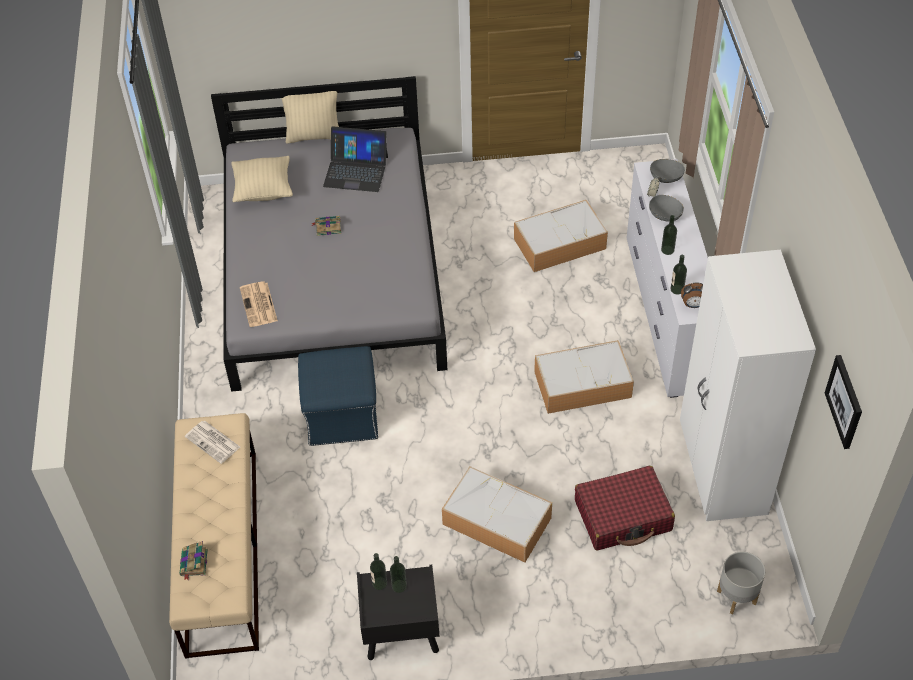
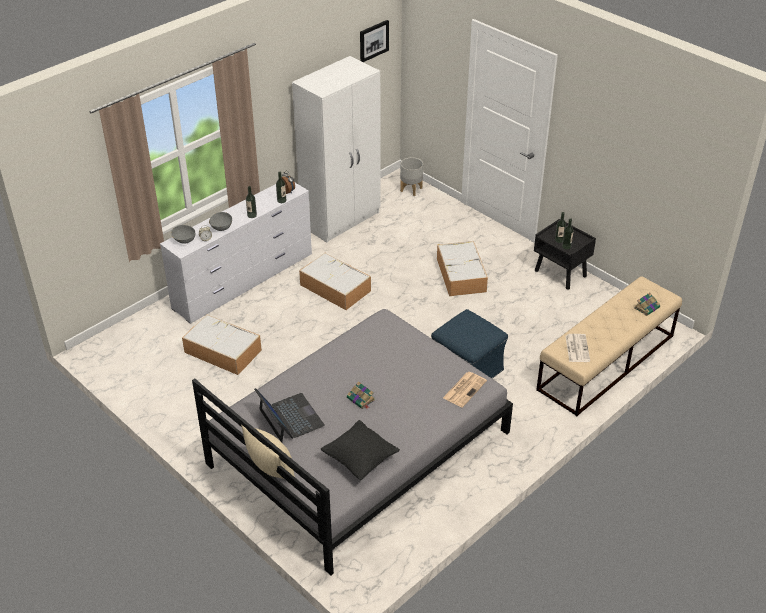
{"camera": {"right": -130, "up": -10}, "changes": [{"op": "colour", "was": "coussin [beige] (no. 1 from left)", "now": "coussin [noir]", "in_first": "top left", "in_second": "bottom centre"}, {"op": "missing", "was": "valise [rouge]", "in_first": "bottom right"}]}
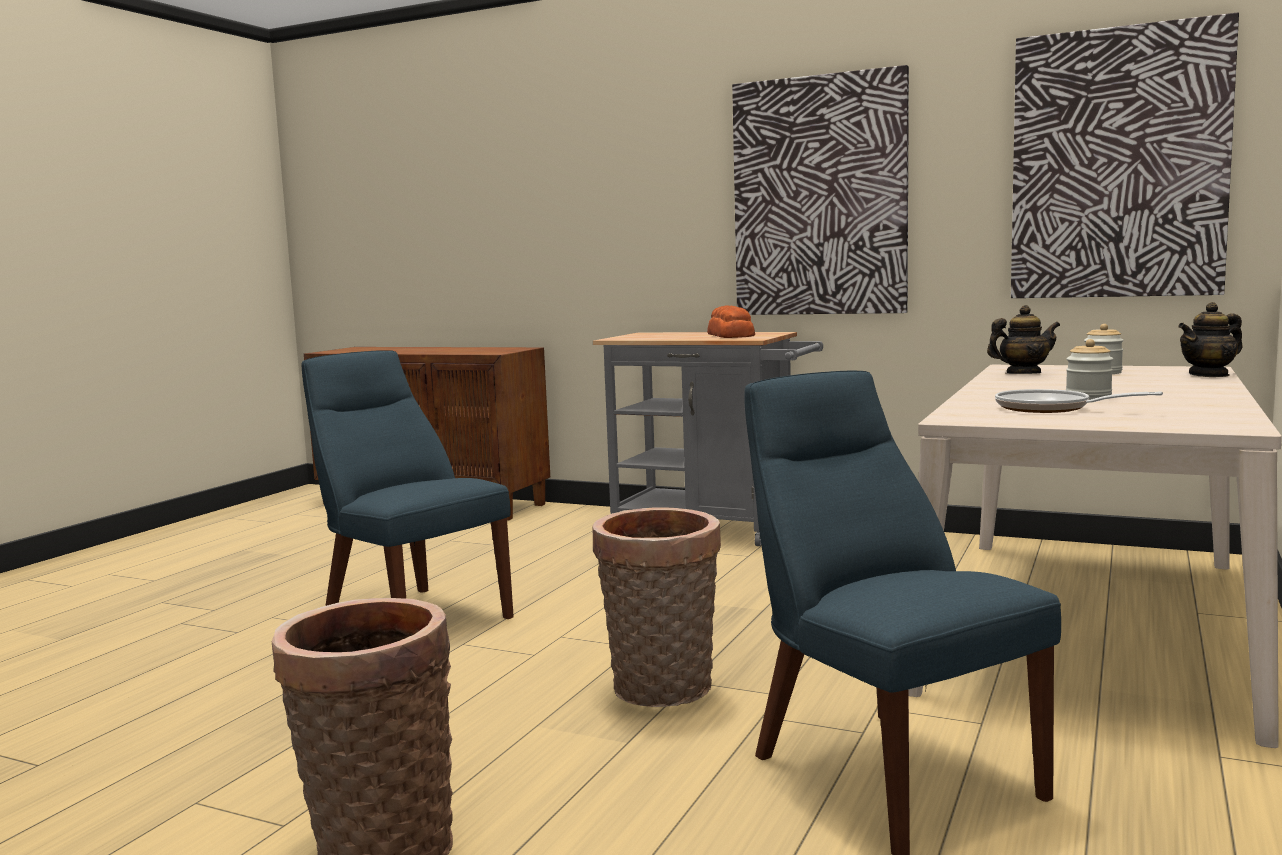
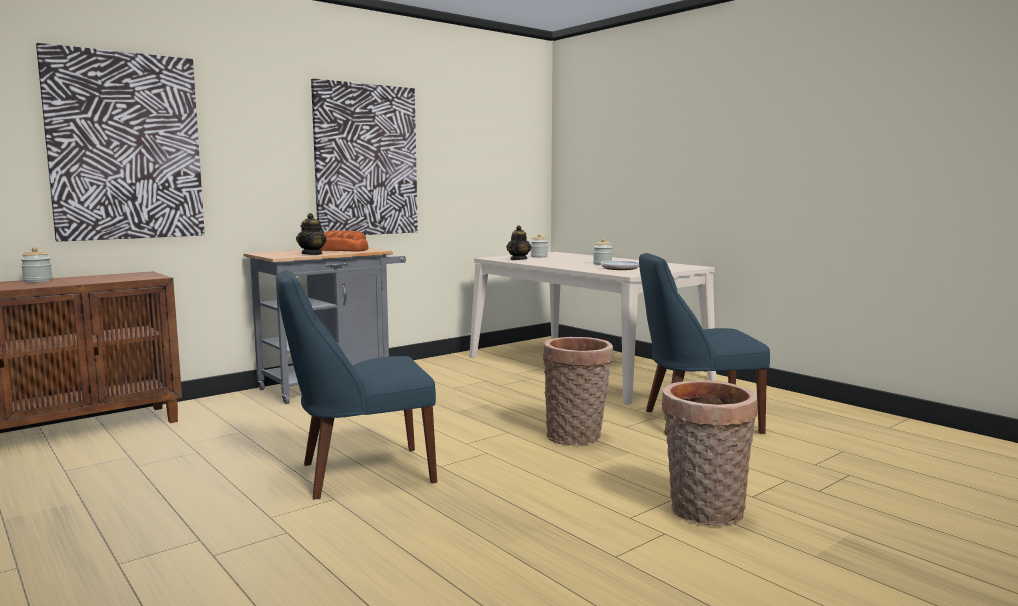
{"camera": {"right": -65, "up": 0}, "changes": [{"op": "appeared", "now": "bocal (no. 1 from left)", "in_second": "middle left"}, {"op": "relocated", "was": "tableau (no. 2 from left in the first image)", "now": "tableau (no. 1 from left)", "in_first": "top right", "in_second": "top left"}, {"op": "relocated", "was": "théière (no. 2 from left in the first image)", "now": "théière (no. 1 from left)", "in_first": "middle right", "in_second": "middle left"}]}
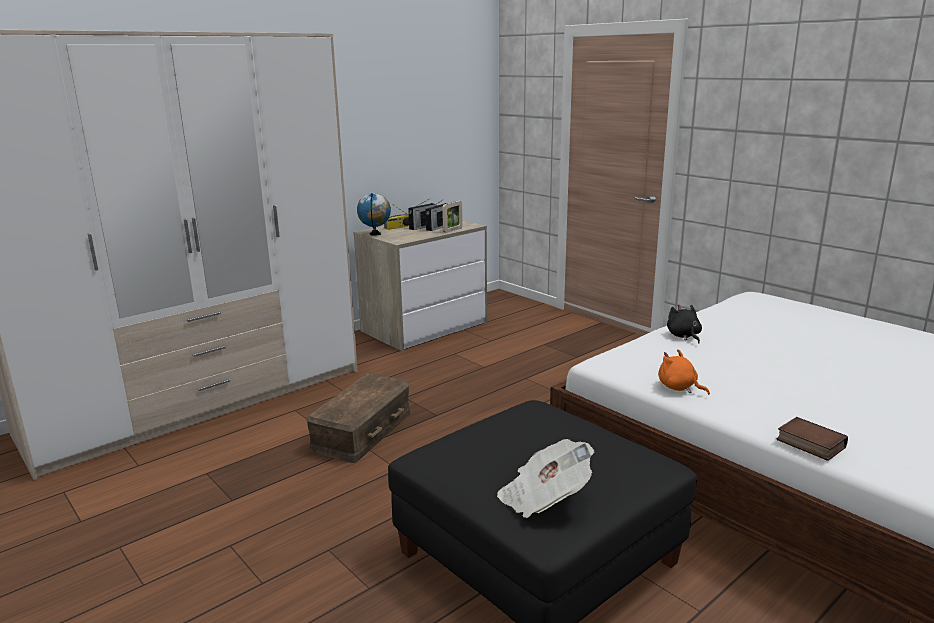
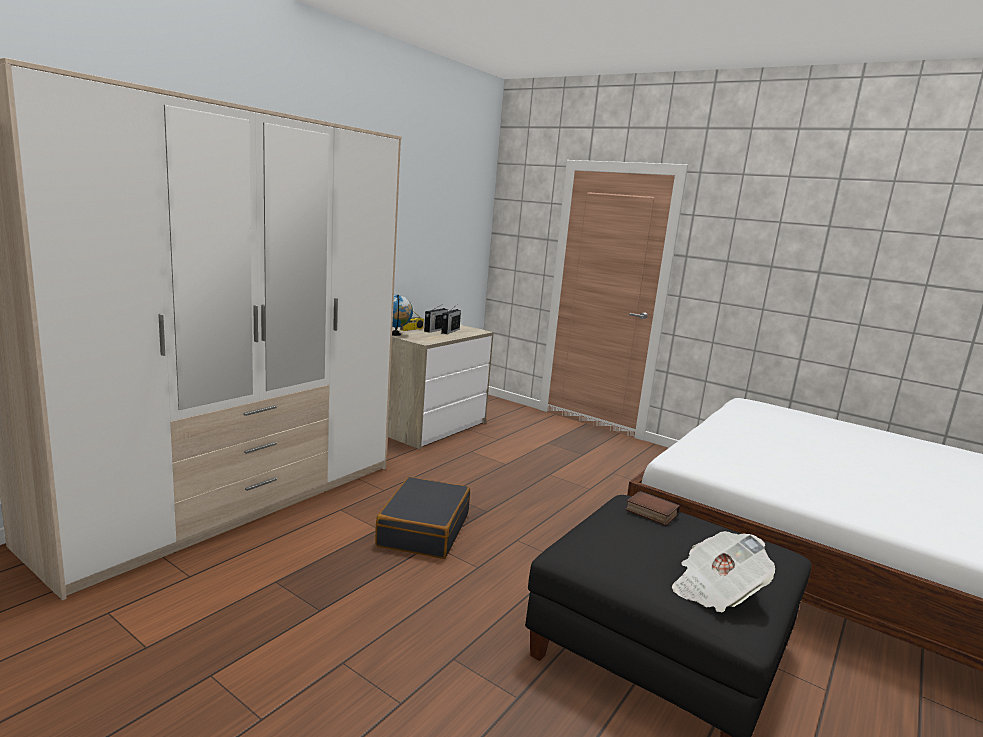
{"camera": {"right": -15, "up": -5}, "changes": [{"op": "exchanged", "was": "boîte de rangement [marron]", "now": "valise [noir]", "in_first": "bottom centre", "in_second": "bottom centre"}, {"op": "relocated", "was": "livre", "in_first": "bottom right", "in_second": "bottom centre"}, {"op": "missing", "was": "cadre photo", "in_first": "centre"}, {"op": "missing", "was": "peluche [orange]", "in_first": "middle right"}, {"op": "missing", "was": "peluche [noir]", "in_first": "middle right"}]}
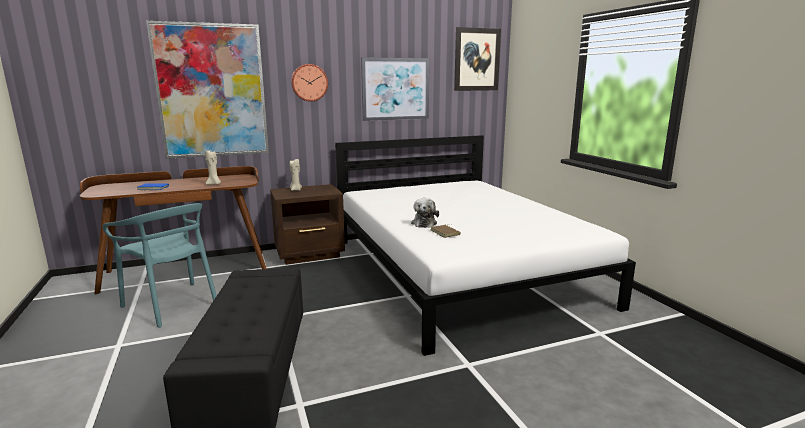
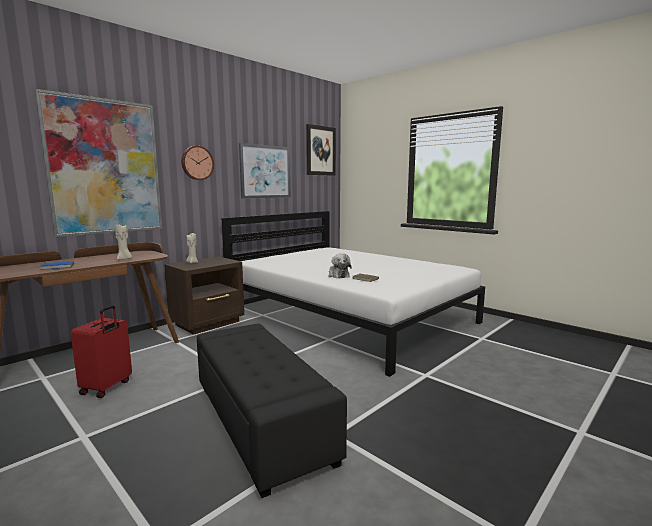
{"camera": {"right": -25, "up": -5}, "changes": [{"op": "exchanged", "was": "chaise [turquoise]", "now": "valise [rouge]", "in_first": "middle left", "in_second": "bottom left"}]}
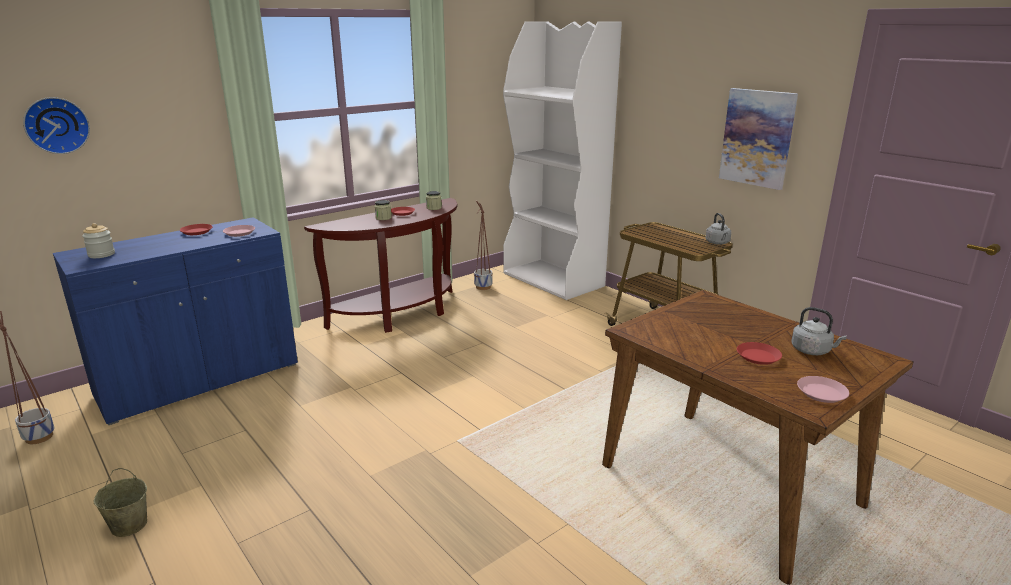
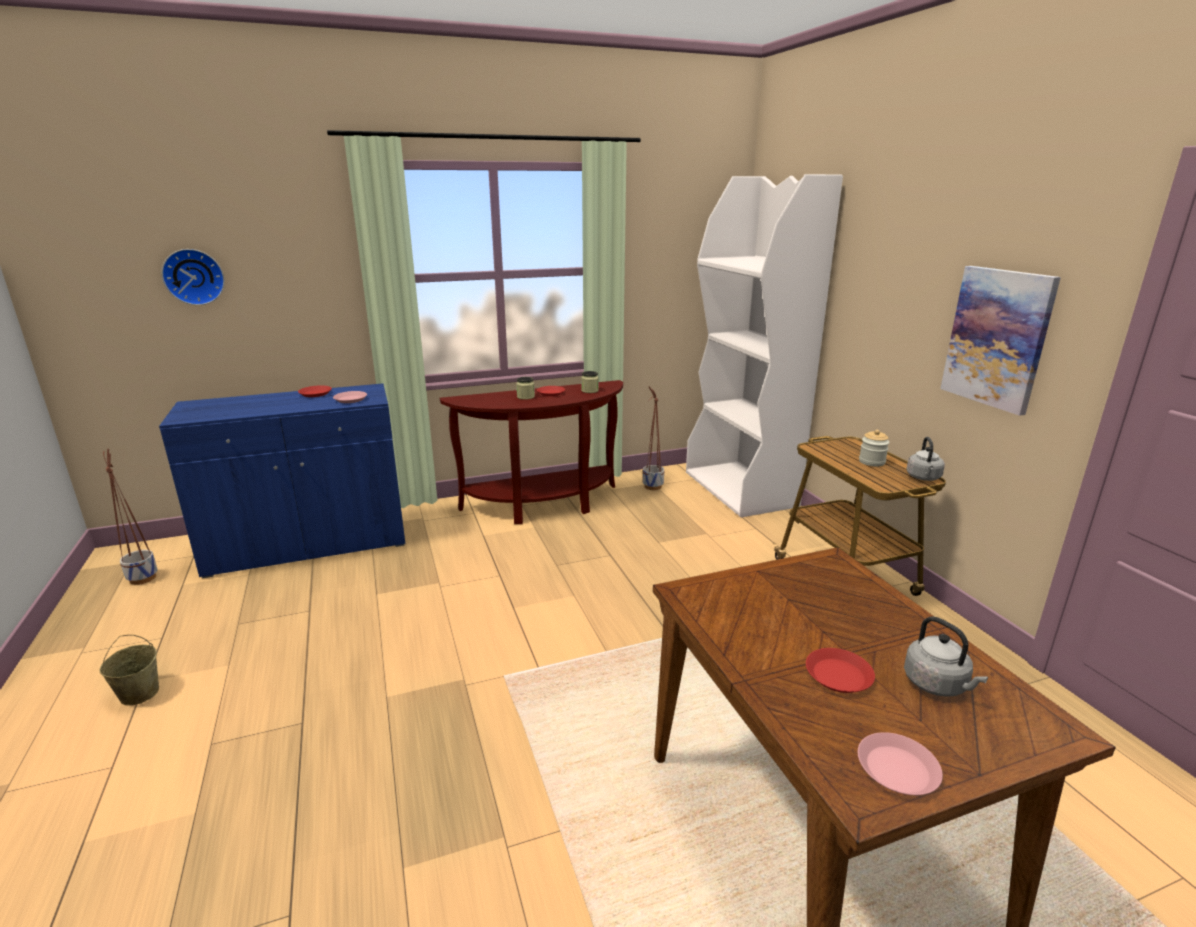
{"camera": {"right": 20, "up": 0}, "changes": [{"op": "relocated", "was": "bocal (no. 1 from left in the first image)", "now": "bocal (no. 3 from left)", "in_first": "middle left", "in_second": "middle right"}]}
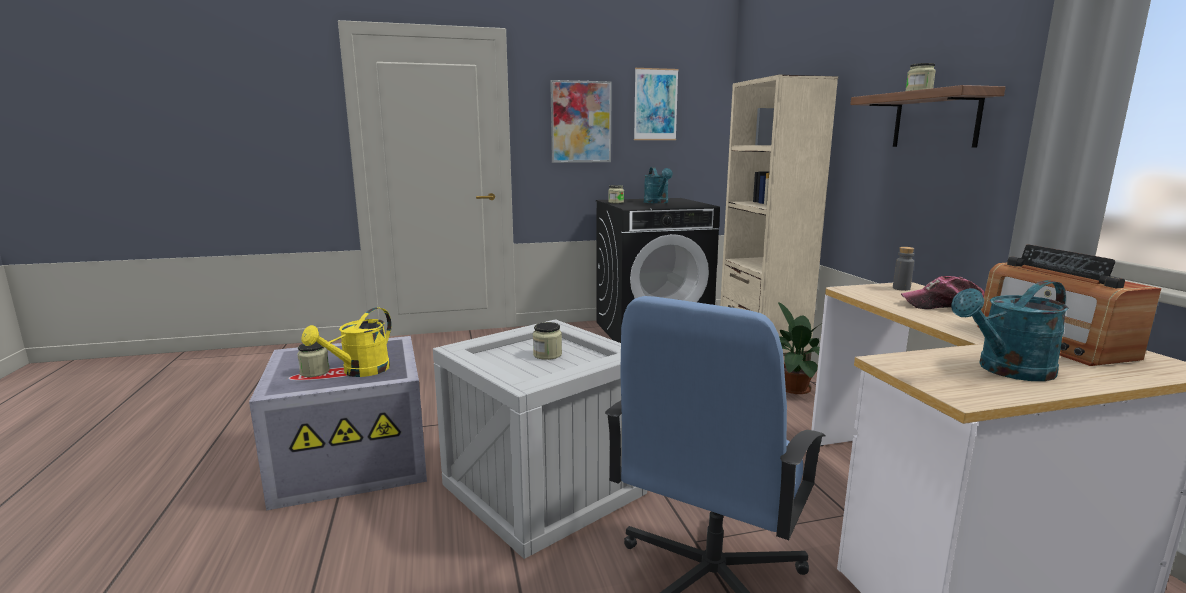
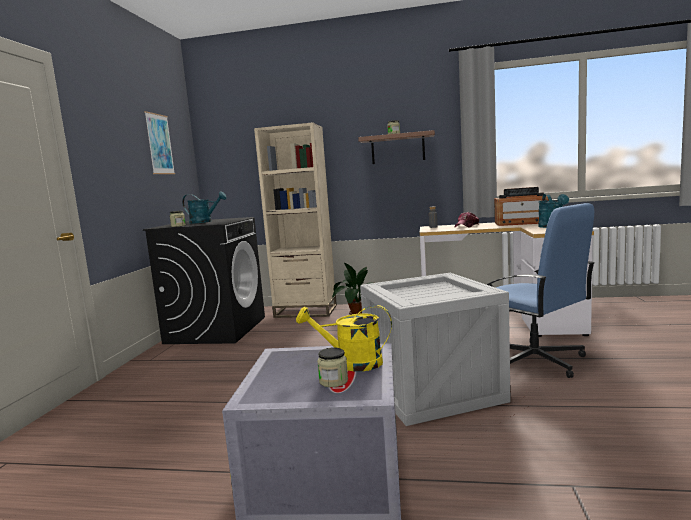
{"camera": {"right": -65, "up": -5}, "changes": [{"op": "spun", "was": "arrosoir [jaune]", "in_first": "middle left", "in_second": "centre", "clockwise": 135}, {"op": "missing", "was": "bocal (no. 2 from left)", "in_first": "centre"}, {"op": "missing", "was": "tableau (no. 1 from left)", "in_first": "top centre"}]}
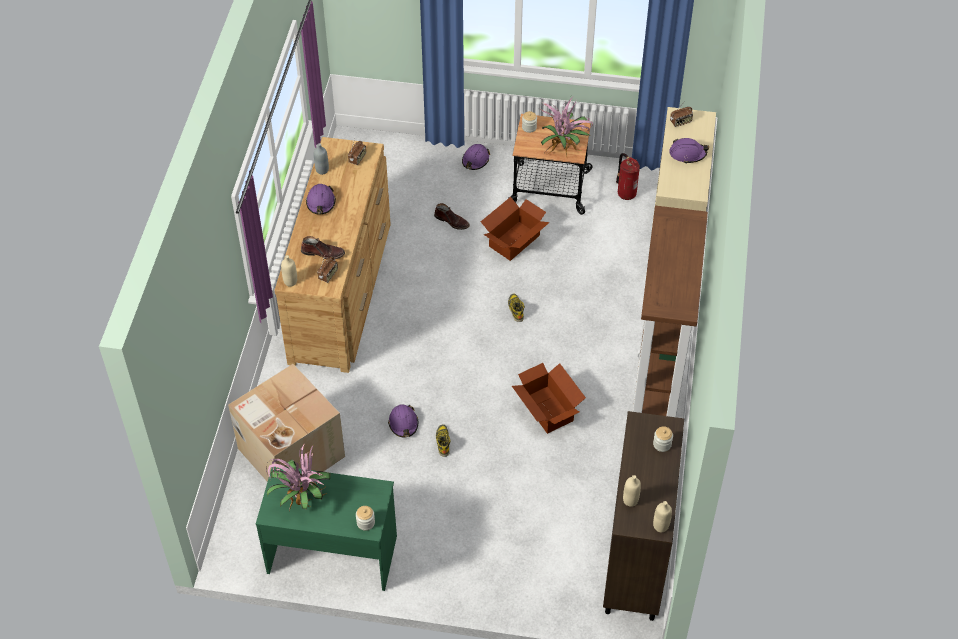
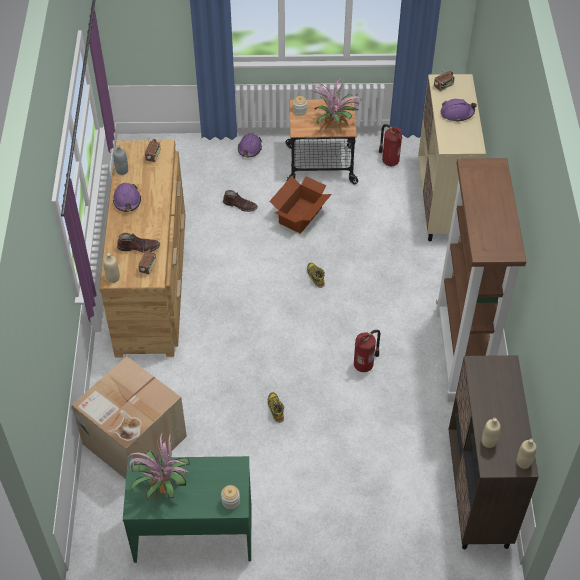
{"camera": {"right": -10, "up": 0}, "changes": [{"op": "exchanged", "was": "carton (no. 3 from left)", "now": "extincteur (no. 1 from left)", "in_first": "centre", "in_second": "centre"}, {"op": "missing", "was": "casque de chantier [violet] (no. 2 from left)", "in_first": "centre"}, {"op": "missing", "was": "bocal (no. 3 from left)", "in_first": "bottom right"}]}
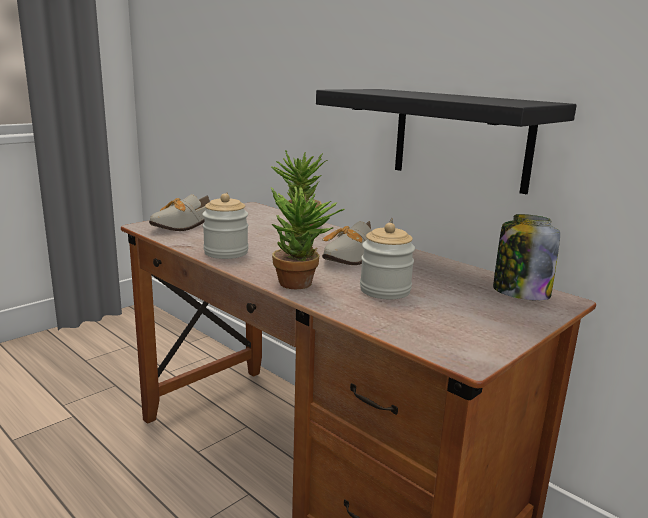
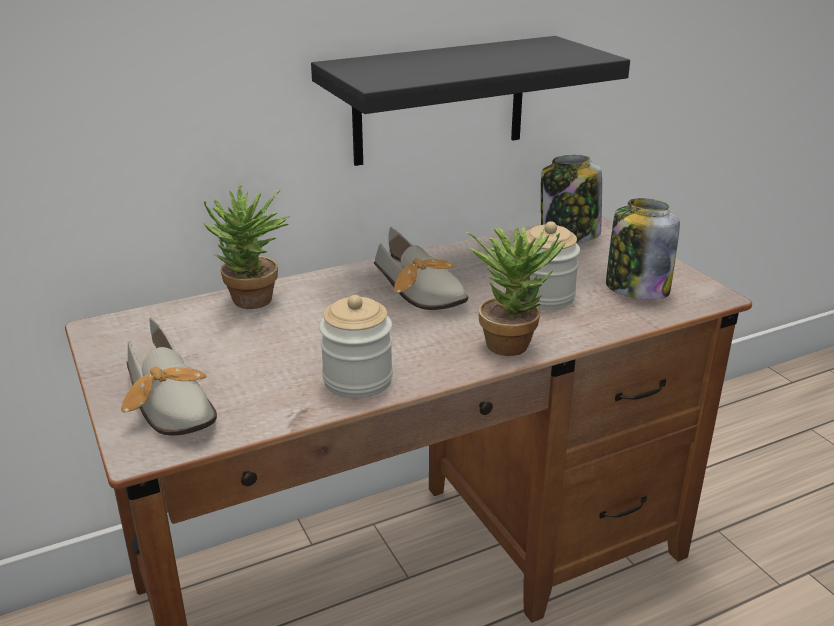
{"camera": {"right": -70, "up": 10}, "changes": [{"op": "appeared", "now": "bocal (no. 4 from left)", "in_second": "middle right"}]}
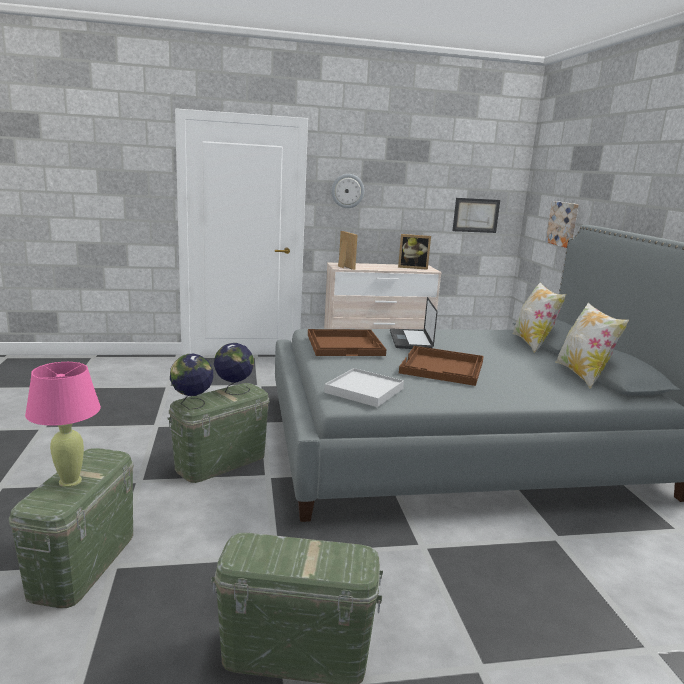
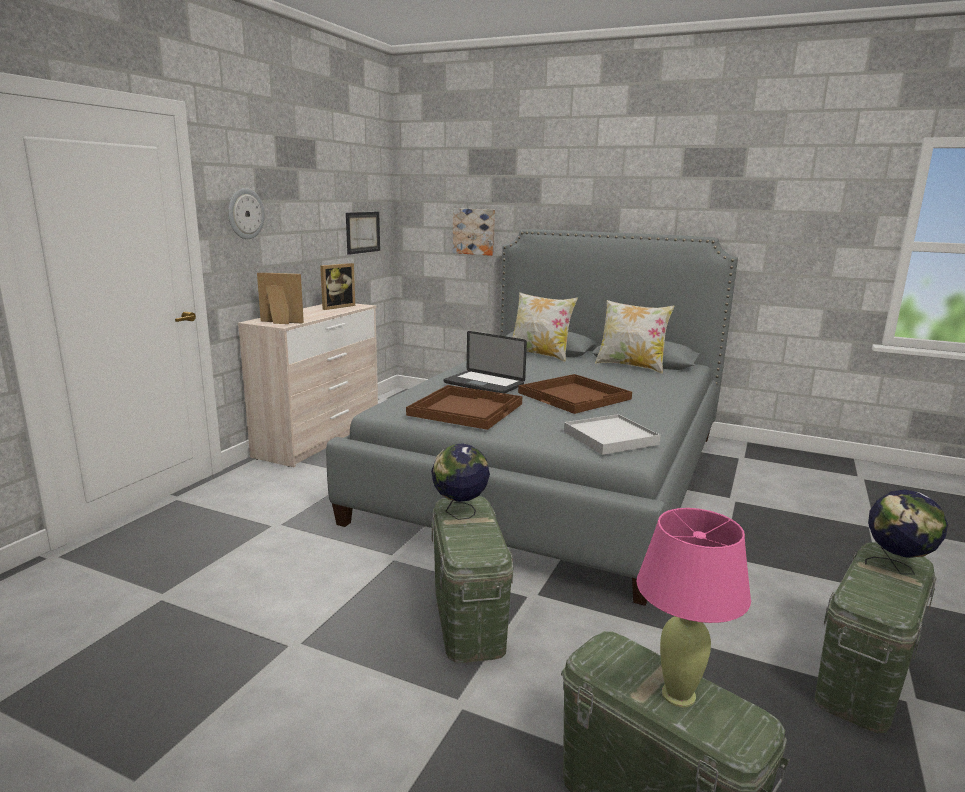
{"camera": {"right": -55, "up": 0}, "changes": [{"op": "relocated", "was": "globe (no. 1 from left in the first image)", "now": "globe (no. 2 from left)", "in_first": "middle left", "in_second": "bottom right"}]}
